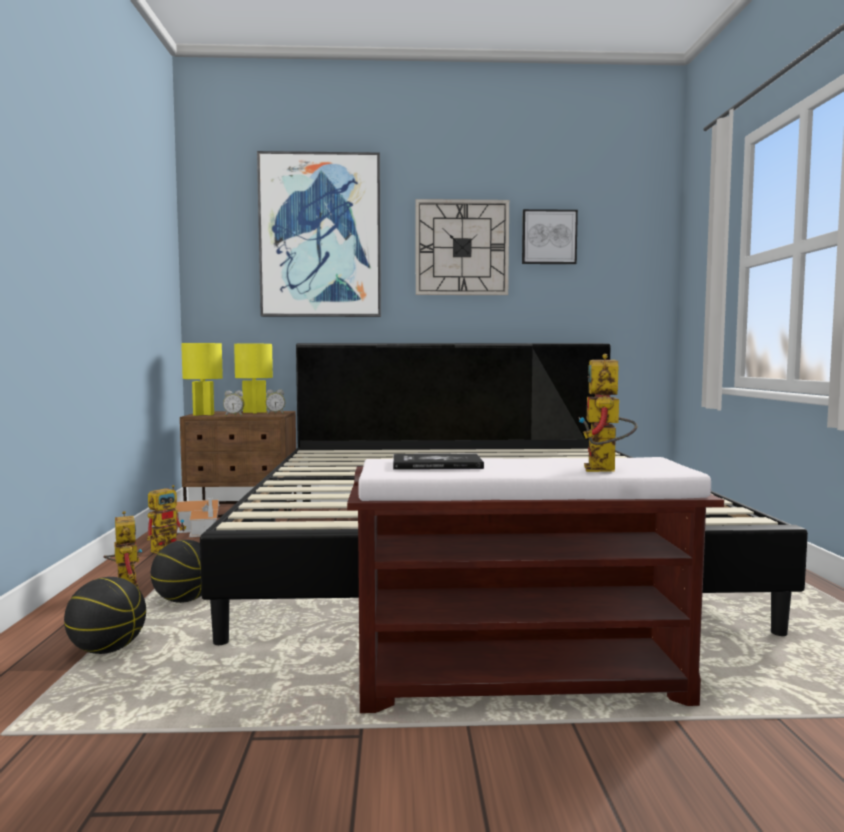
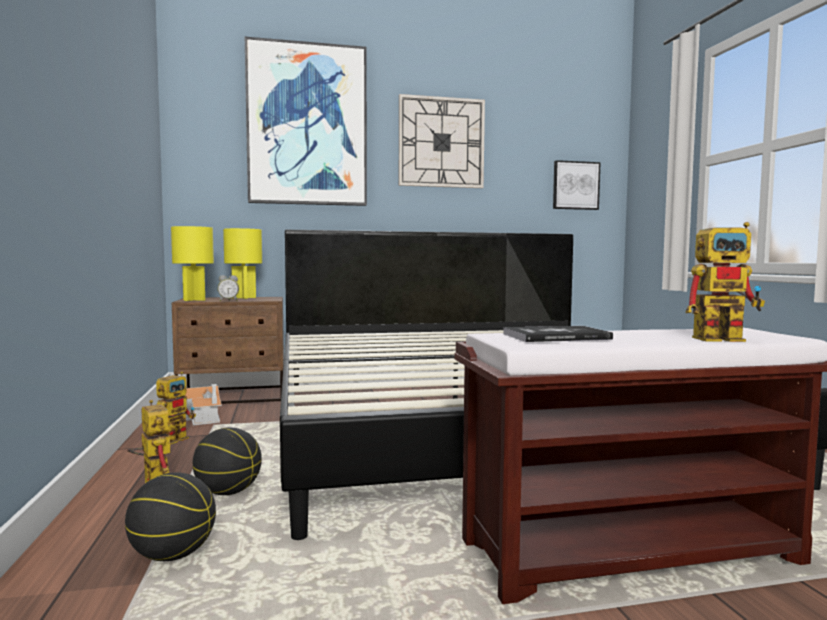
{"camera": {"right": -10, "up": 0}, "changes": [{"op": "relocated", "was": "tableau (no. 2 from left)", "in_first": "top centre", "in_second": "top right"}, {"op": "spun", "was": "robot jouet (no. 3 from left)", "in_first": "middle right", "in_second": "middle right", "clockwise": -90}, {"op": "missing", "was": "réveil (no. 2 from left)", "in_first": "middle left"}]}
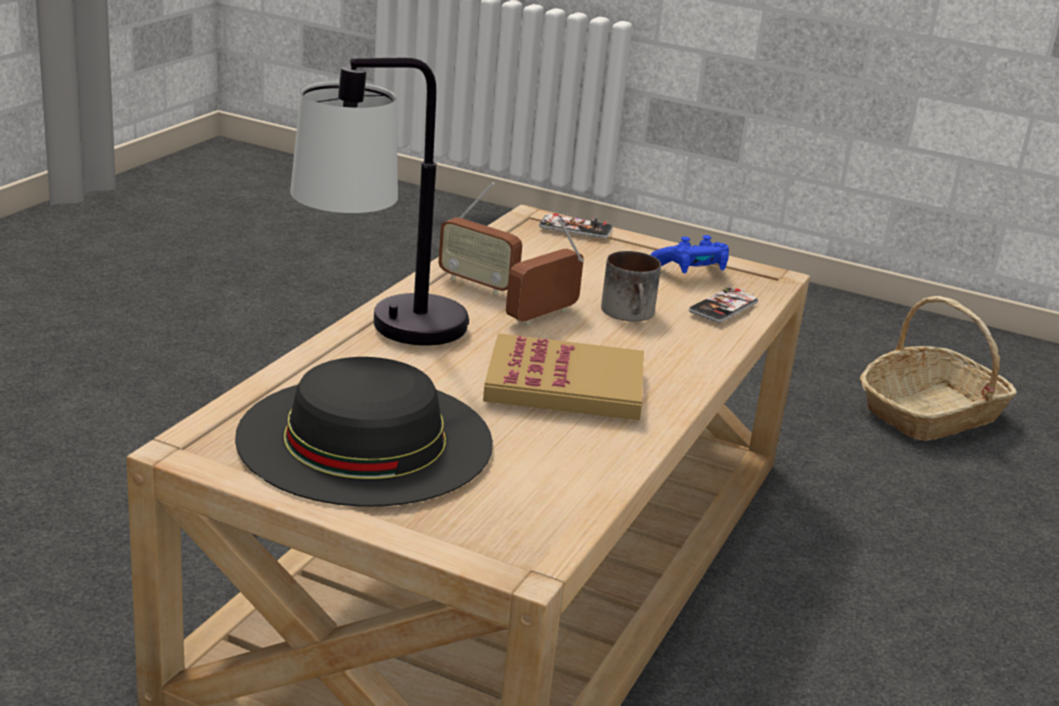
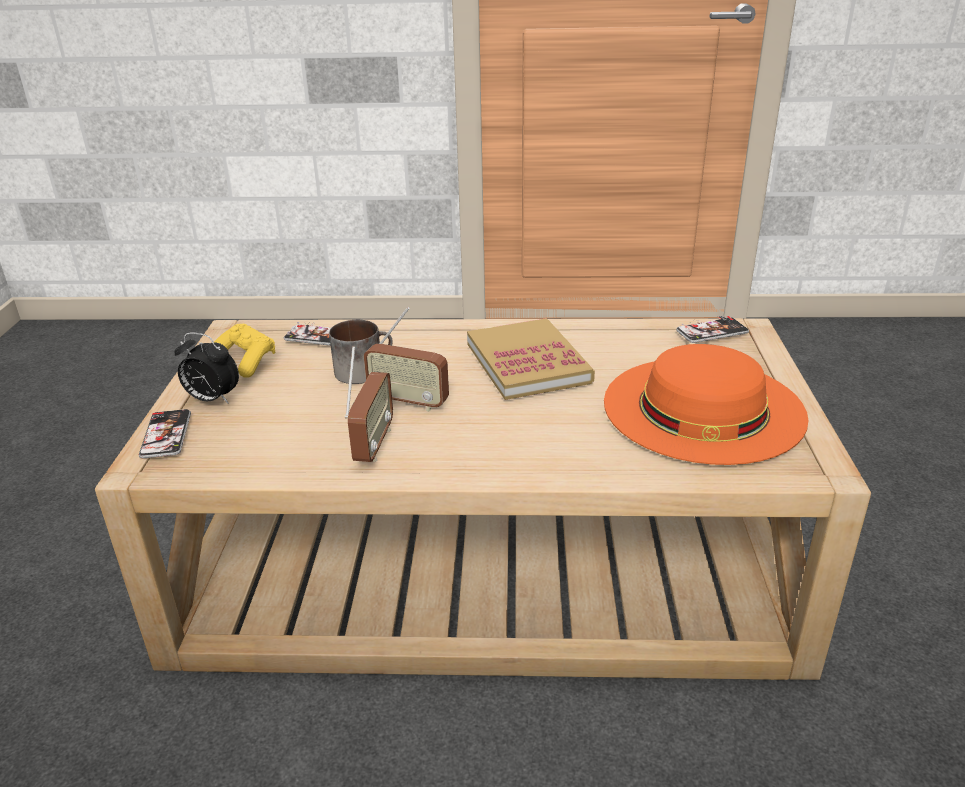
{"camera": {"right": -110, "up": 5}, "changes": [{"op": "appeared", "now": "réveil", "in_second": "middle left"}, {"op": "colour", "was": "manette [bleu]", "now": "manette [jaune]", "in_first": "centre", "in_second": "middle left"}, {"op": "colour", "was": "chapeau [noir]", "now": "chapeau [orange]", "in_first": "centre", "in_second": "middle right"}, {"op": "appeared", "now": "téléphone (no. 3 from left)", "in_second": "middle right"}, {"op": "missing", "was": "lampe de table", "in_first": "top centre"}, {"op": "missing", "was": "panier", "in_first": "middle right"}]}
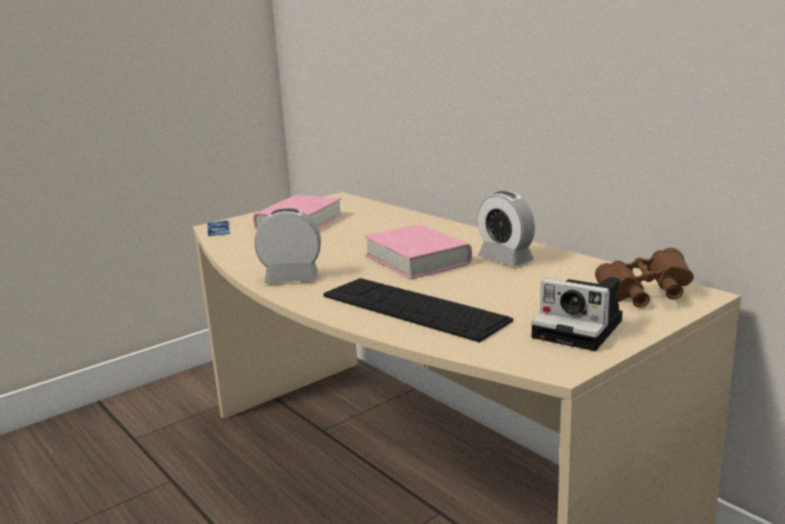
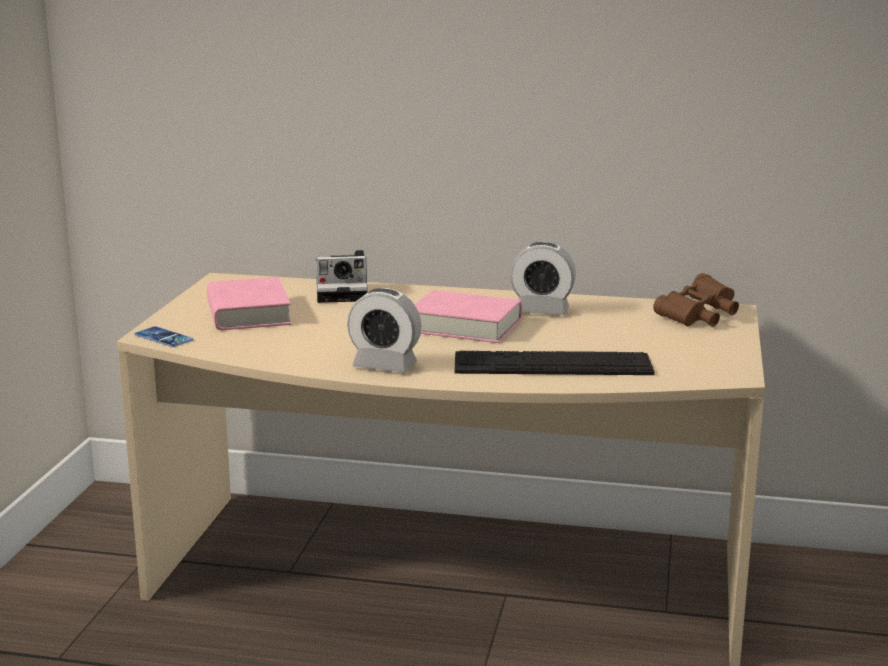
{"camera": {"right": -40, "up": 0}, "changes": [{"op": "relocated", "was": "appareil photo", "in_first": "middle right", "in_second": "centre"}, {"op": "spun", "was": "réveil (no. 1 from left)", "in_first": "centre", "in_second": "centre", "clockwise": -120}]}
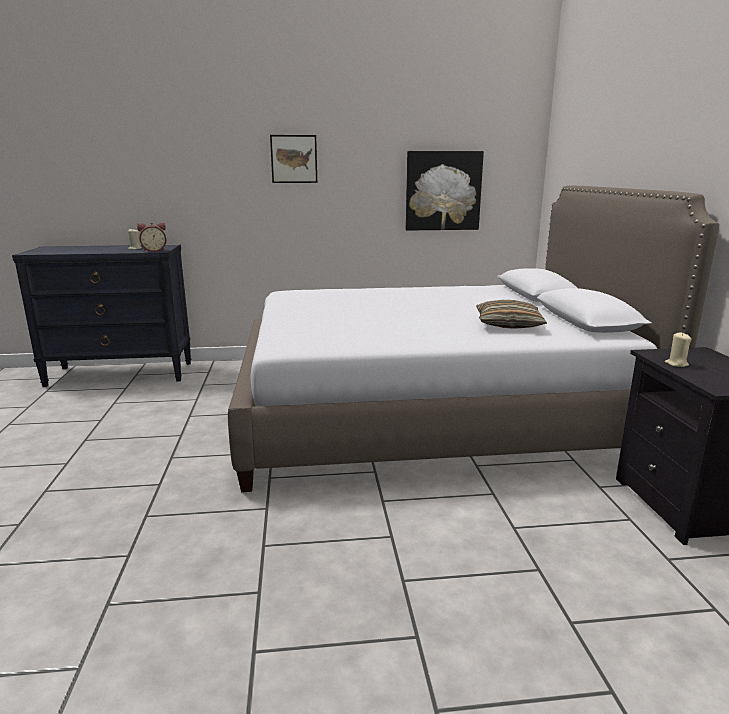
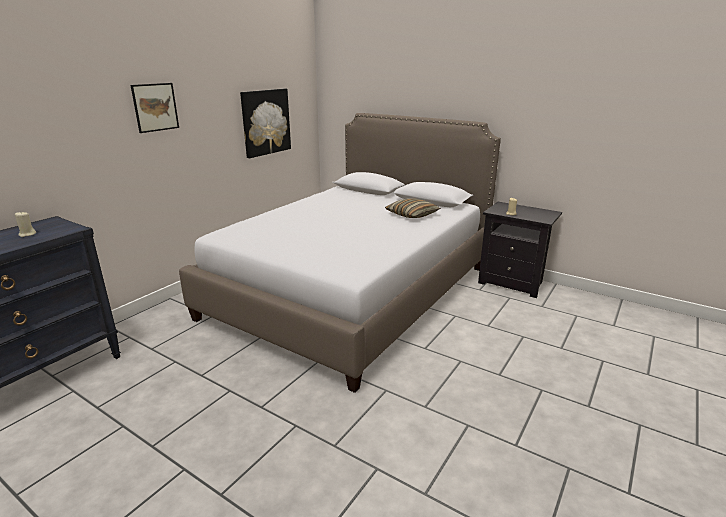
{"camera": {"right": -50, "up": 5}, "changes": [{"op": "missing", "was": "réveil", "in_first": "top left"}]}
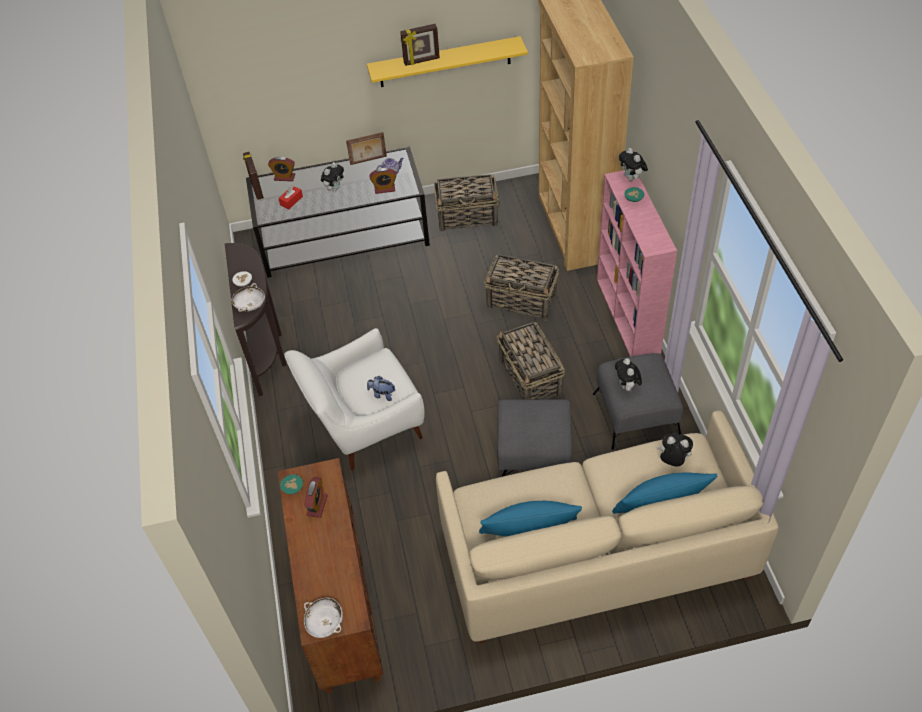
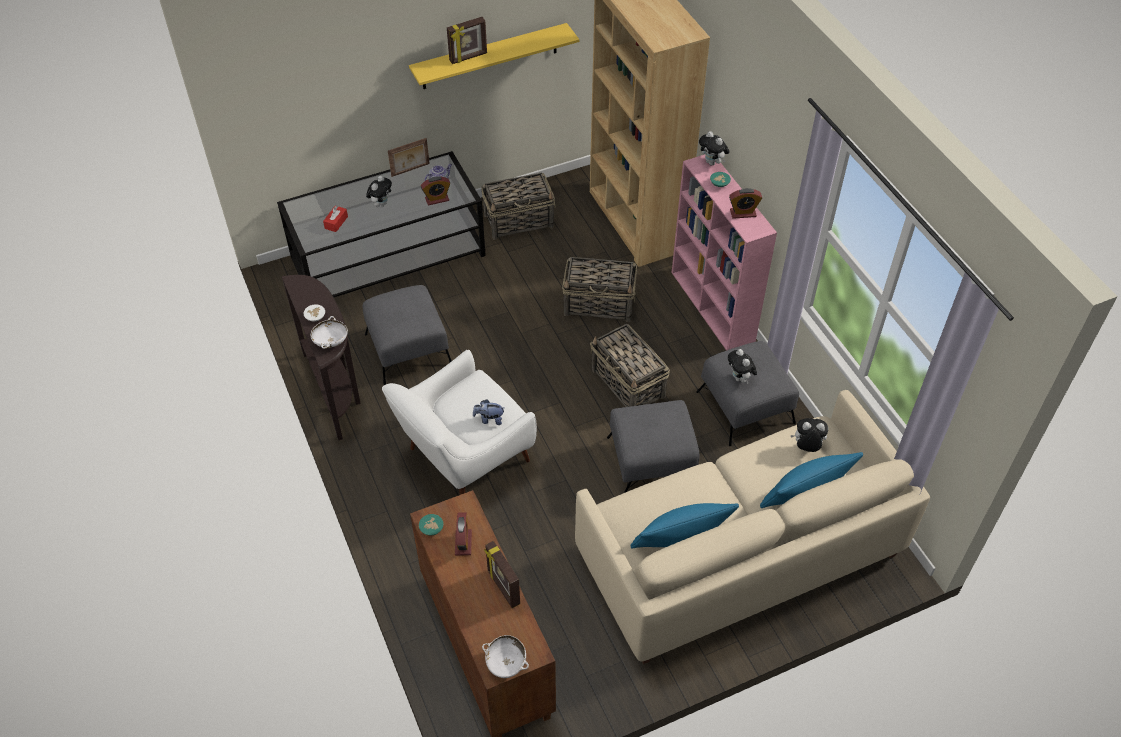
{"camera": {"right": -15, "up": 0}, "changes": [{"op": "appeared", "now": "pouf [gris] (no. 1 from left)", "in_second": "centre"}, {"op": "relocated", "was": "cadre photo (no. 1 from left in the first image)", "now": "cadre photo (no. 3 from left)", "in_first": "top left", "in_second": "bottom centre"}, {"op": "relocated", "was": "réveil (no. 1 from left in the first image)", "now": "réveil (no. 3 from left)", "in_first": "top left", "in_second": "top centre"}]}
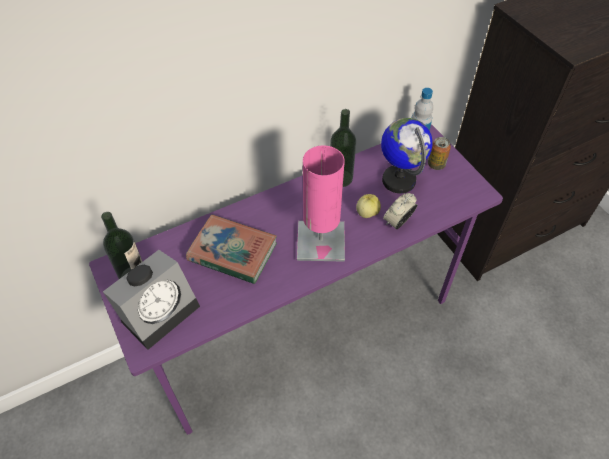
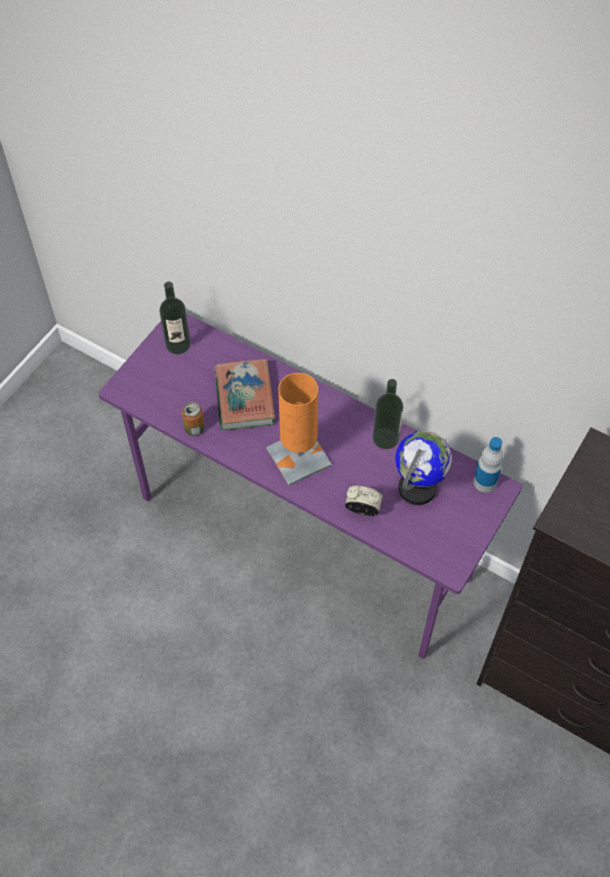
{"camera": {"right": 60, "up": 5}, "changes": [{"op": "relocated", "was": "boîte métallique", "in_first": "middle right", "in_second": "middle left"}, {"op": "colour", "was": "lampe de table [rose]", "now": "lampe de table [orange]", "in_first": "centre", "in_second": "centre"}, {"op": "missing", "was": "réveil (no. 1 from left)", "in_first": "middle left"}, {"op": "missing", "was": "pomme", "in_first": "centre"}]}
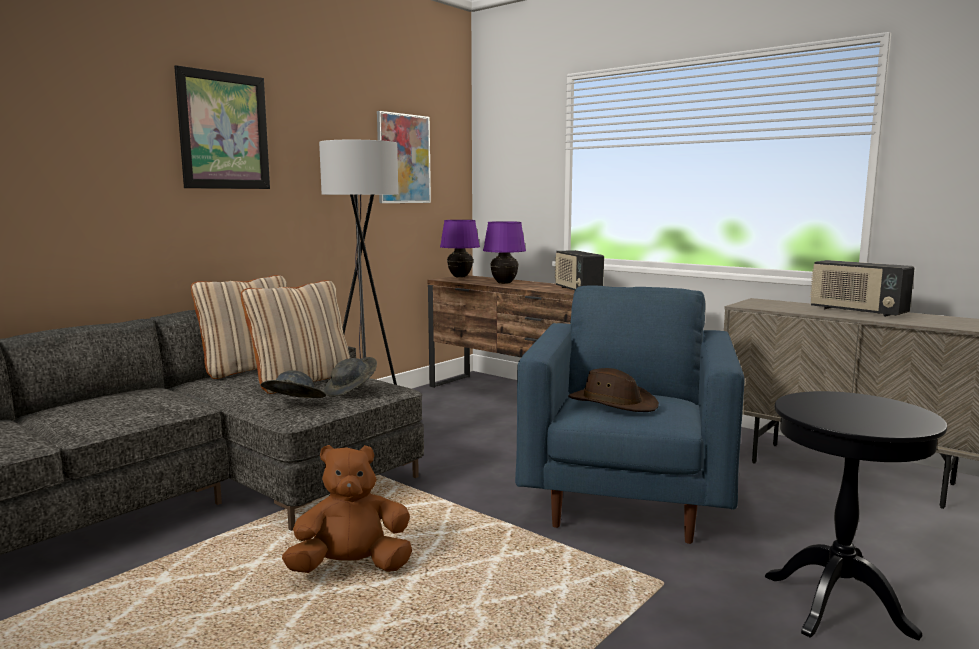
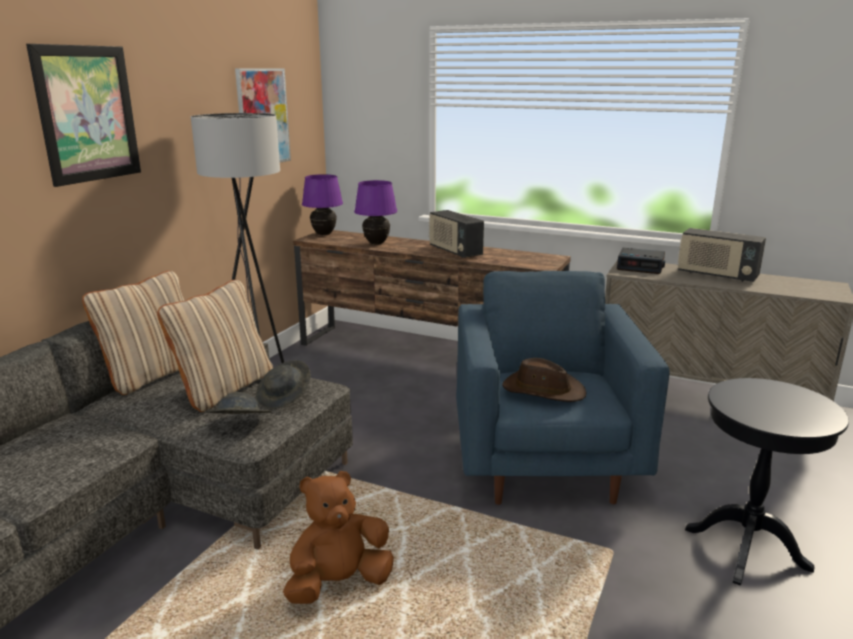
{"camera": {"right": -15, "up": 10}, "changes": [{"op": "appeared", "now": "réveil", "in_second": "middle right"}]}
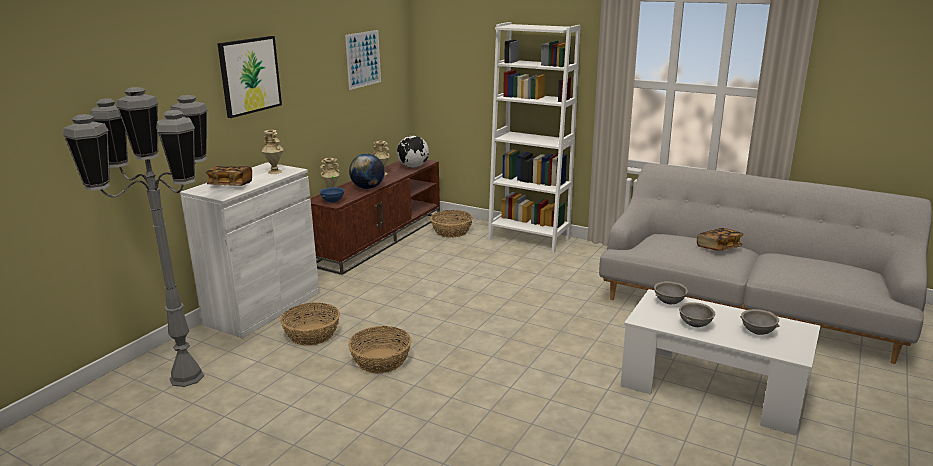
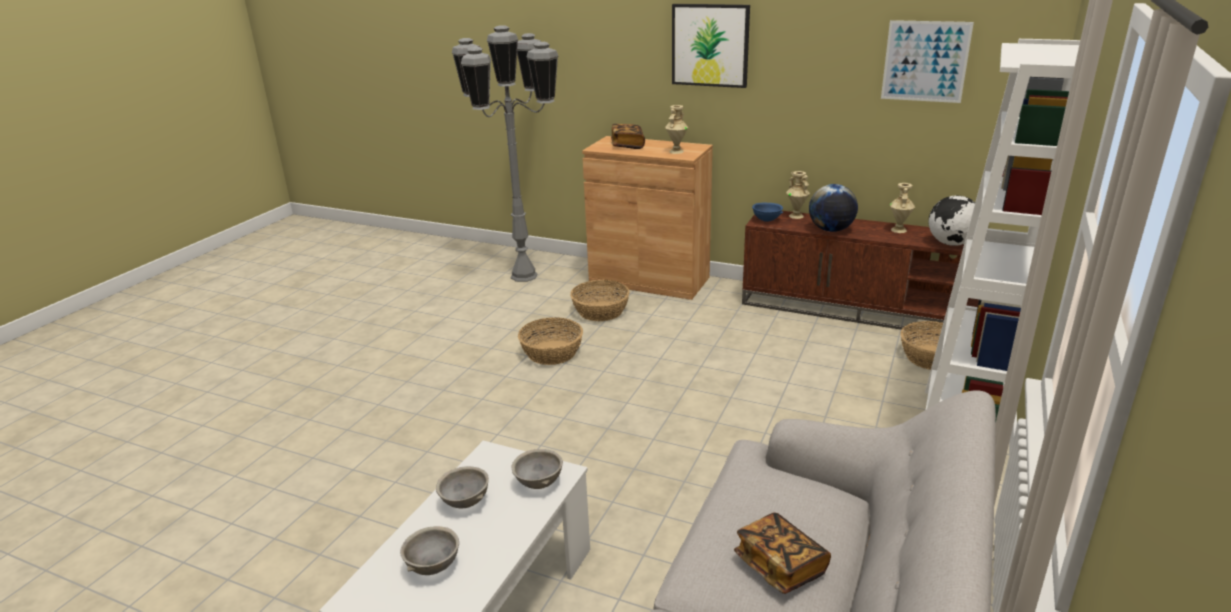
{"camera": {"right": 85, "up": 5}, "changes": [{"op": "colour", "was": "meuble de rangement [blanc]", "now": "meuble de rangement [marron]", "in_first": "middle left", "in_second": "centre"}]}
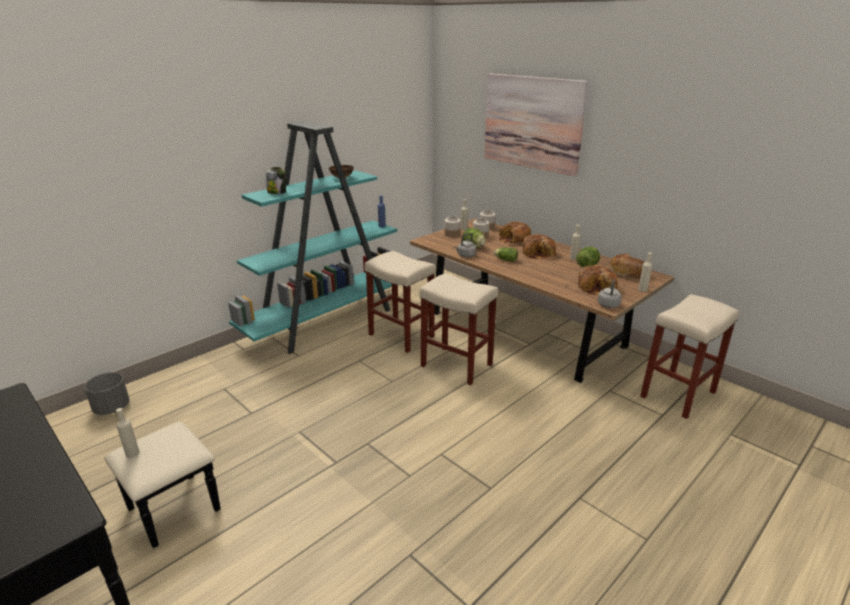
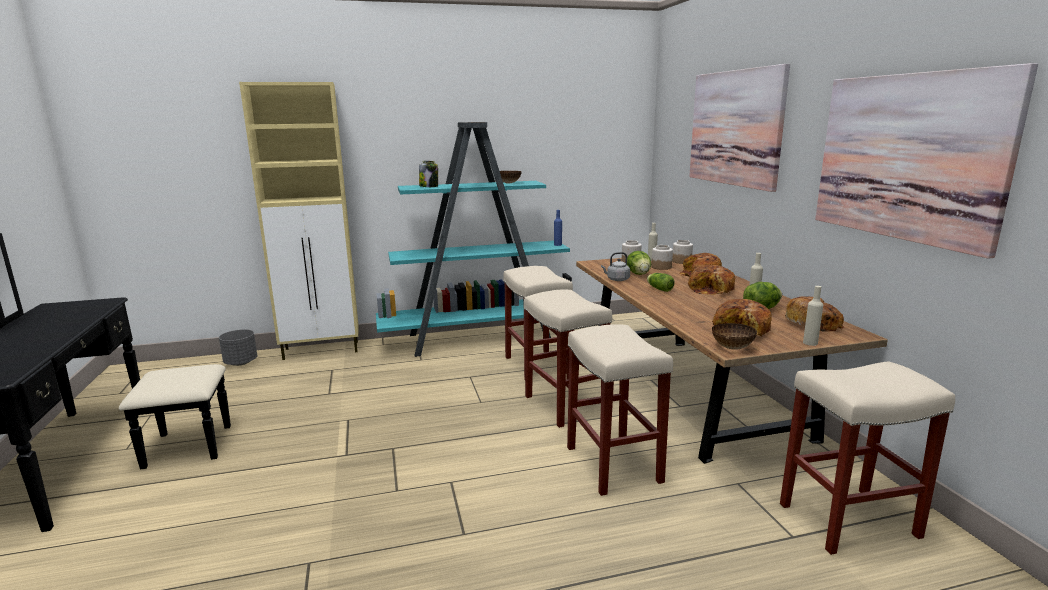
{"camera": {"right": 30, "up": -10}, "changes": [{"op": "appeared", "now": "meuble de rangement [beige]", "in_second": "middle left"}, {"op": "appeared", "now": "tabouret [beige] (no. 3 from left)", "in_second": "bottom centre"}, {"op": "exchanged", "was": "bouilloire [gris] (no. 2 from left)", "now": "bol (no. 2 from left)", "in_first": "middle right", "in_second": "middle right"}, {"op": "appeared", "now": "tableau (no. 2 from left)", "in_second": "top right"}, {"op": "missing", "was": "bouteille [beige] (no. 1 from left)", "in_first": "bottom left"}]}
